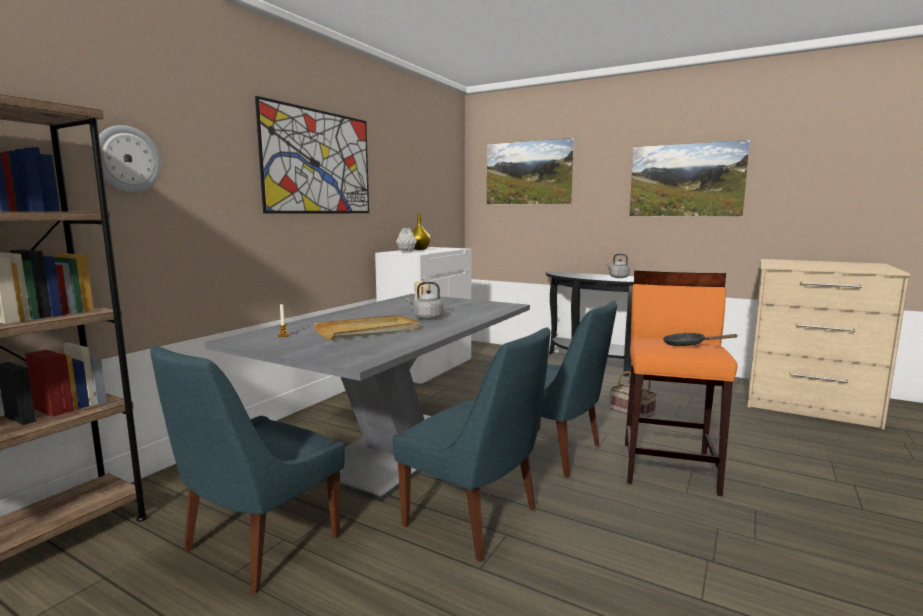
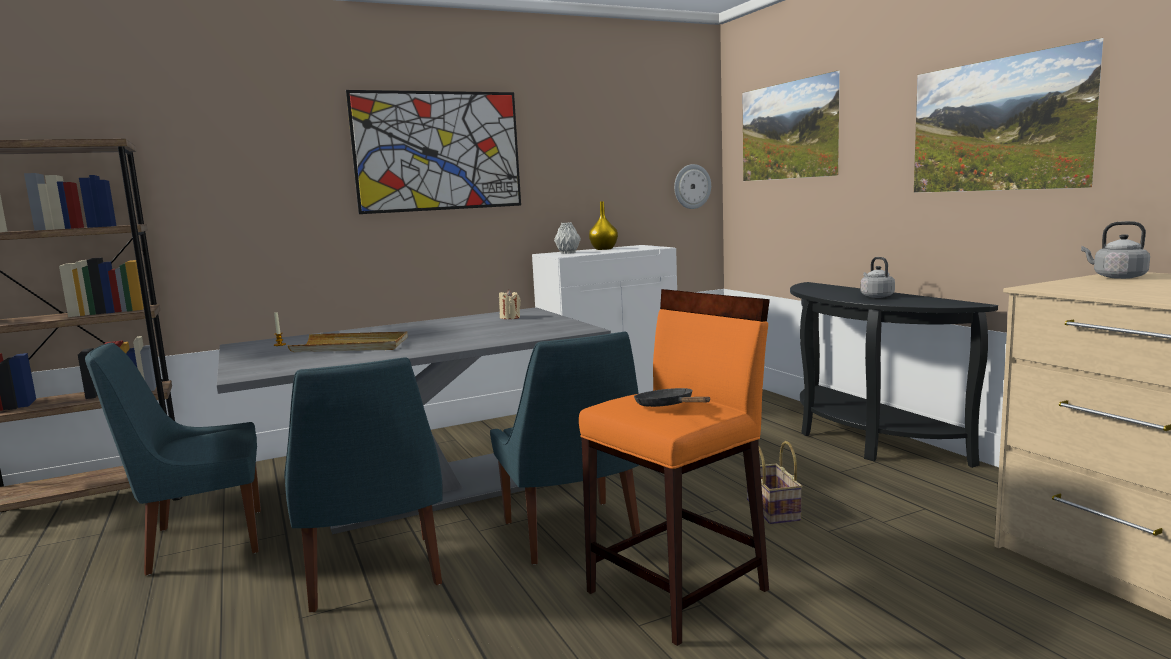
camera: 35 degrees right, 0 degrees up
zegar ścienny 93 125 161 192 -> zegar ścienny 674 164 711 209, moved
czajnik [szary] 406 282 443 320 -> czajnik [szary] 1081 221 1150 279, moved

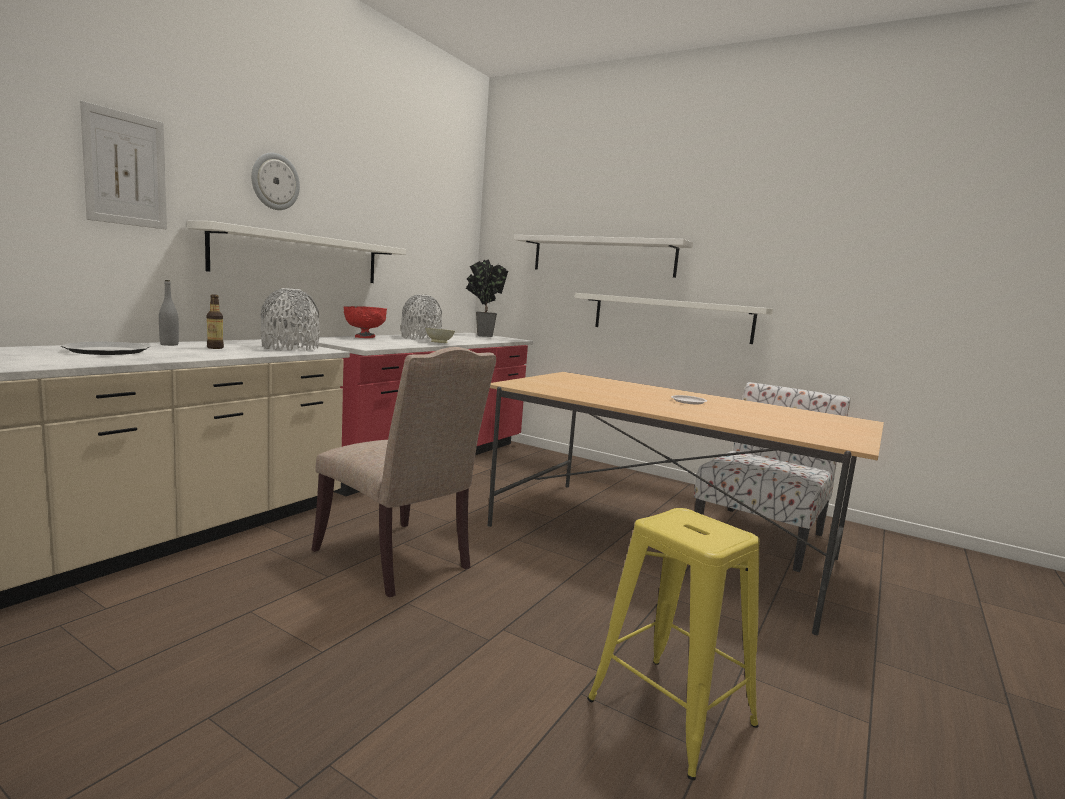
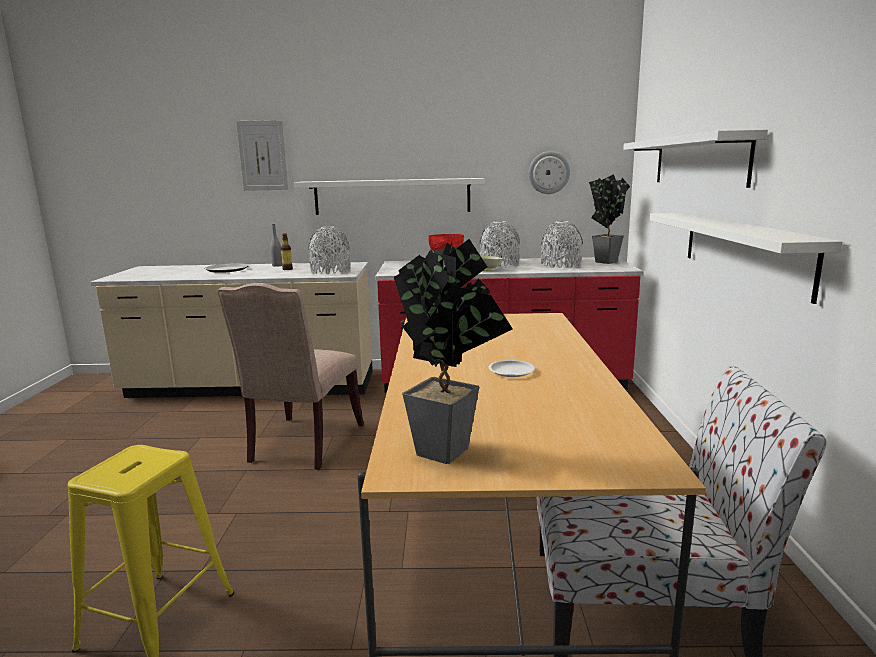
camera: 60 degrees right, 5 degrees up
zegar ścienny 251 153 300 210 -> zegar ścienny 529 151 570 194, moved
none -> roślina doniczkowa 394 239 513 464
none -> wazon [szary] 540 221 583 268

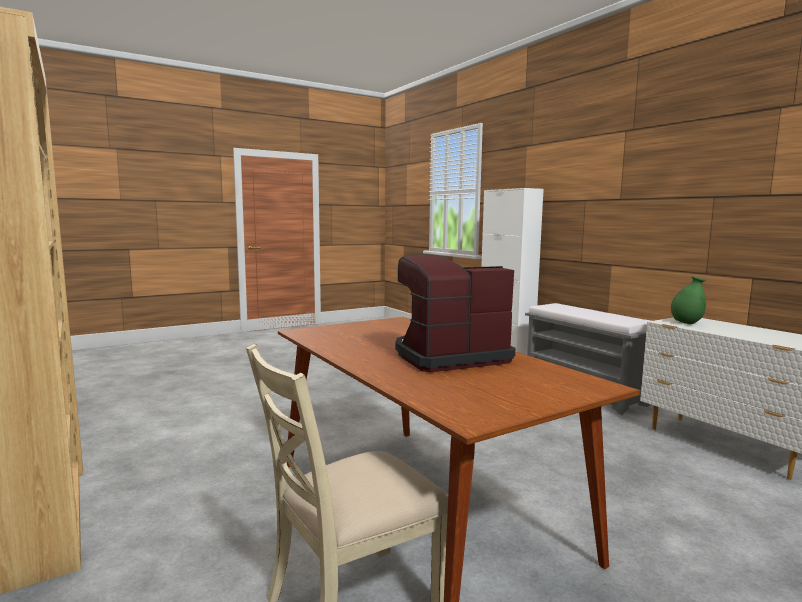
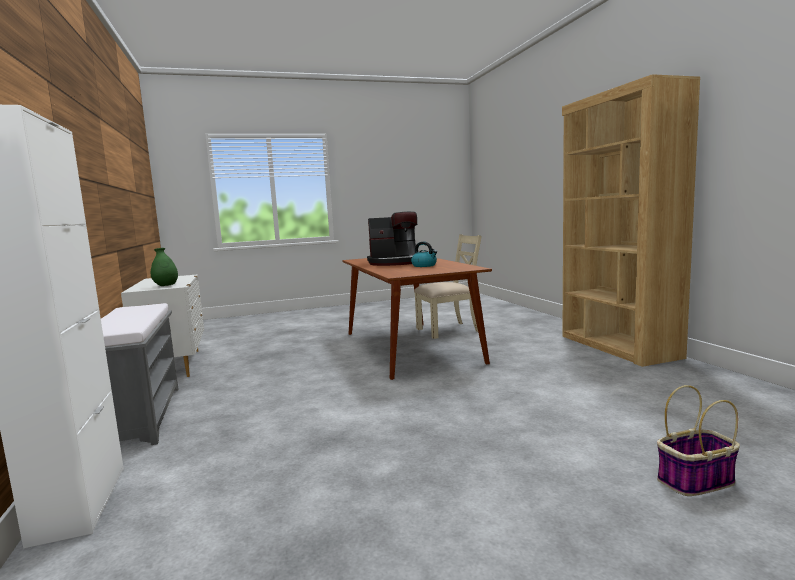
camera: 165 degrees left, 0 degrees up
none -> czajnik 411 242 437 267
none -> koszyk 657 385 740 496

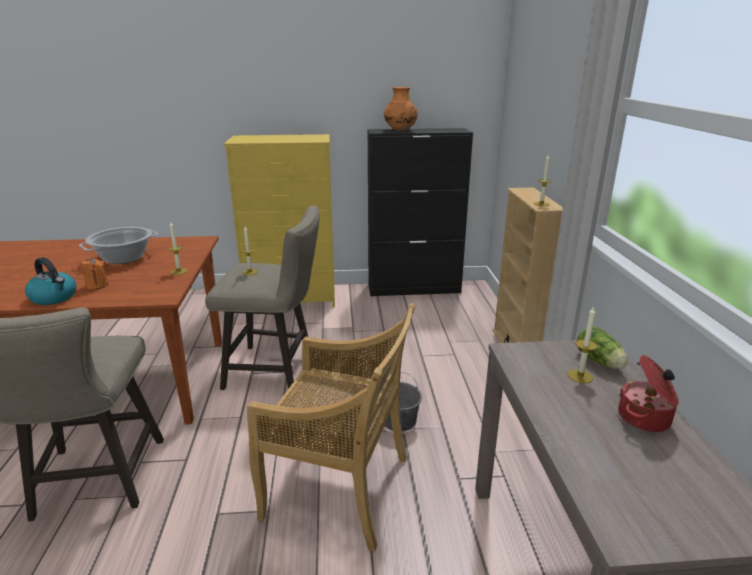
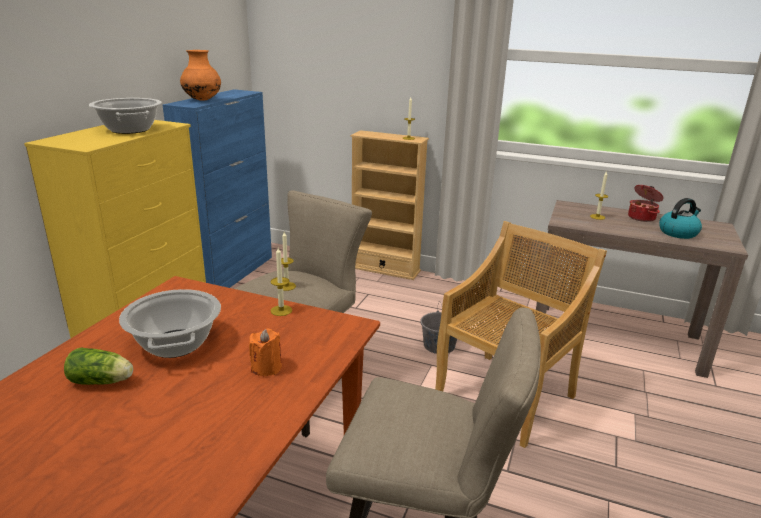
camera: 65 degrees left, 0 degrees up
czajnik 25 257 76 305 -> czajnik 659 198 702 239, moved
szafka [czarny] 367 128 473 296 -> szafka [niebieski] 163 89 272 288
sałata 577 327 628 369 -> sałata 64 348 133 385, moved
none -> garnek 89 98 162 134

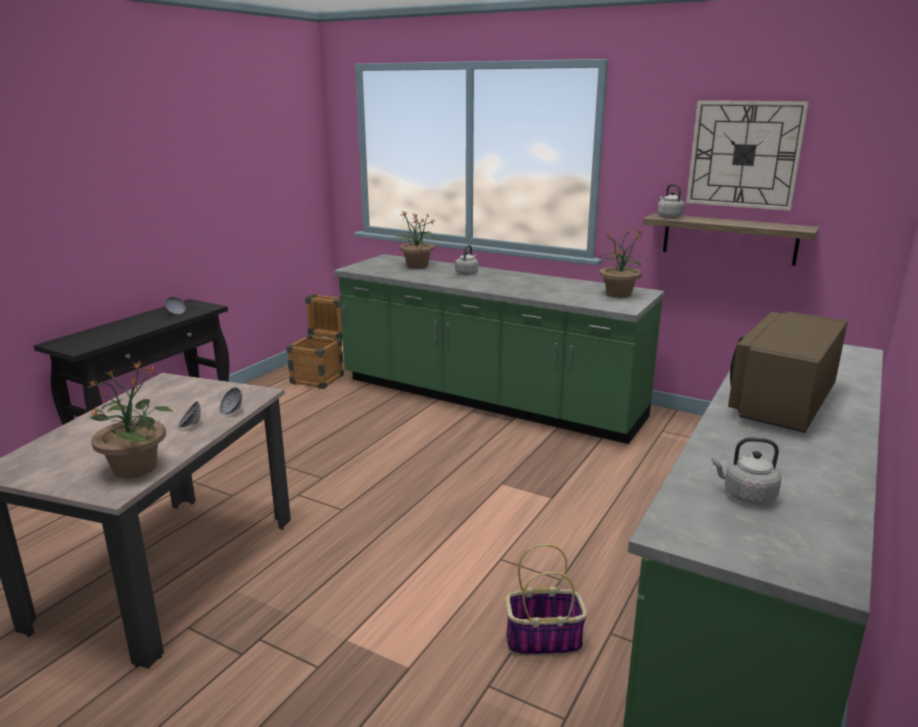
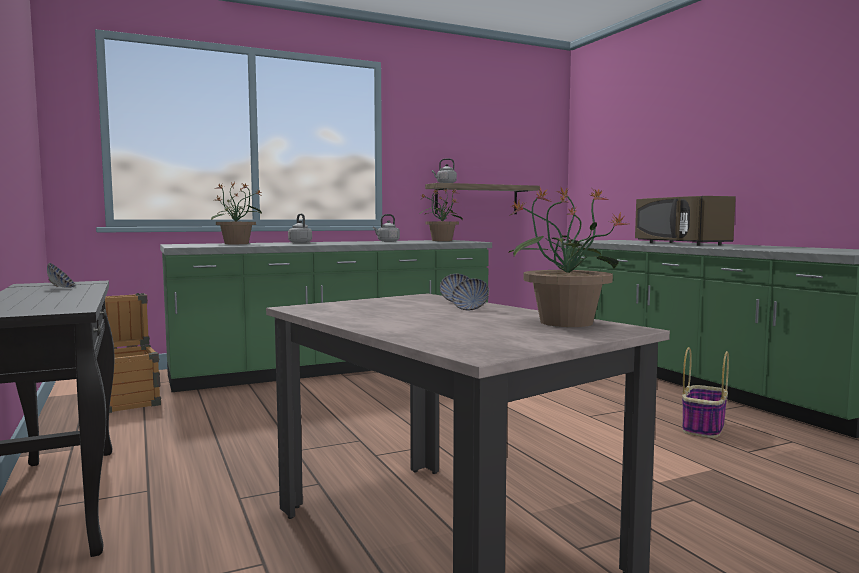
camera: 55 degrees left, 15 degrees down
zegar ścienny 686 100 809 211 -> none
czajnik [szary] 712 437 781 504 -> czajnik [szary] 373 214 400 242, moved

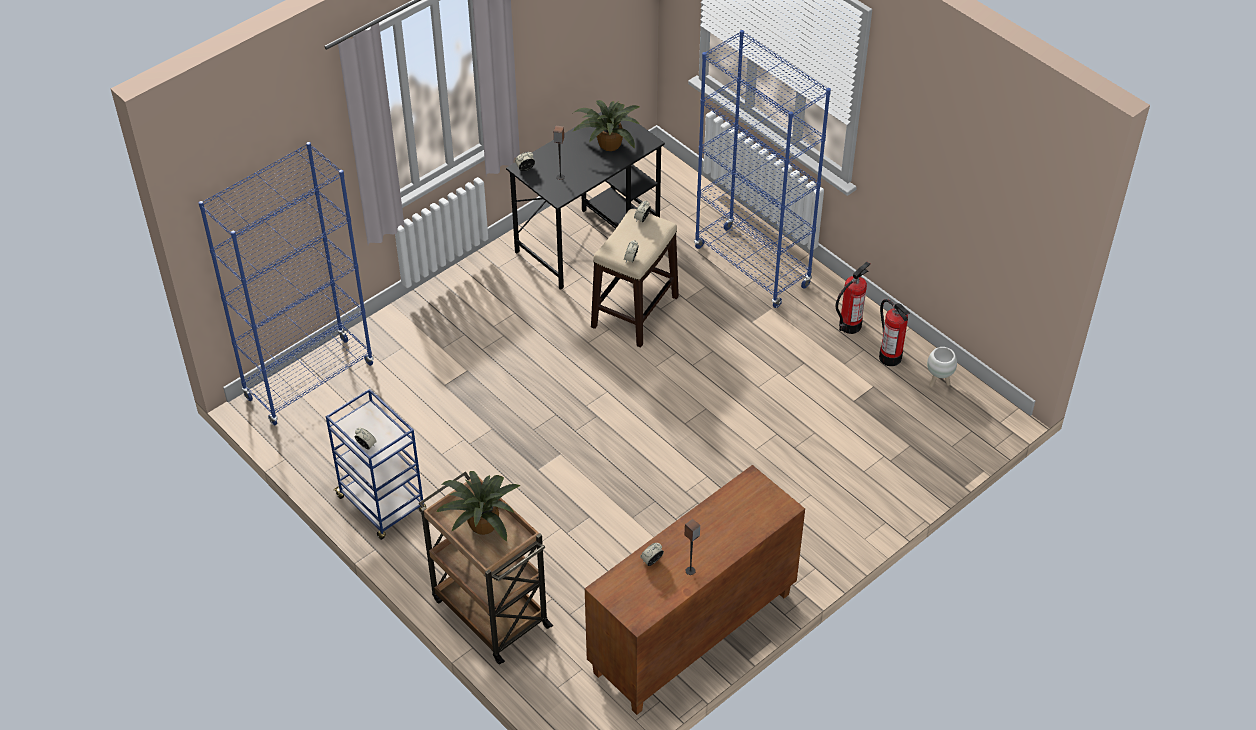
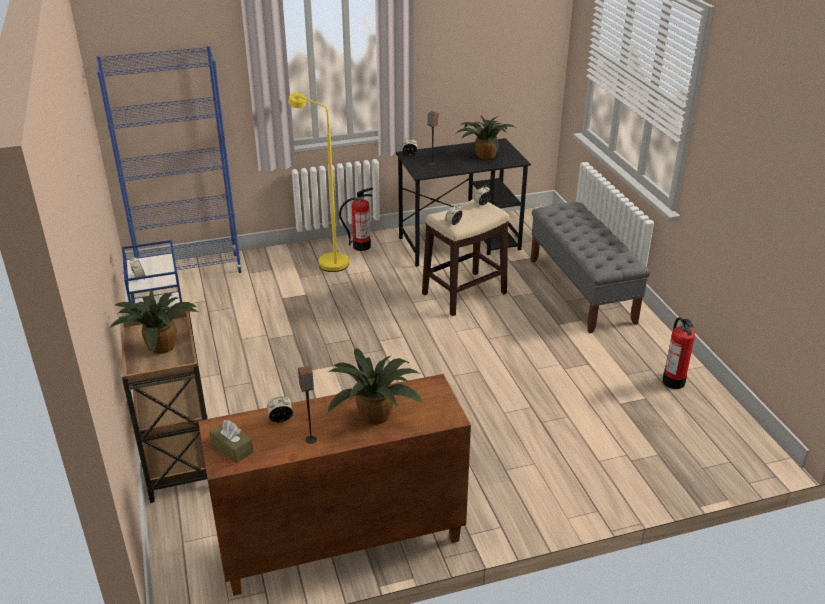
camera: 25 degrees right, 15 degrees down
regał [niebieski] 694 30 831 308 -> ławka [szary] 531 202 650 333
gaśnica 835 262 870 334 -> gaśnica 339 187 373 251, moved
donica [biały] 927 347 957 387 -> none
none -> pudełko chusteczek [brązowy] 209 420 253 463
none -> lampa stojąca [żółty] 288 93 349 272
none -> roślina doniczkowa 328 348 423 425

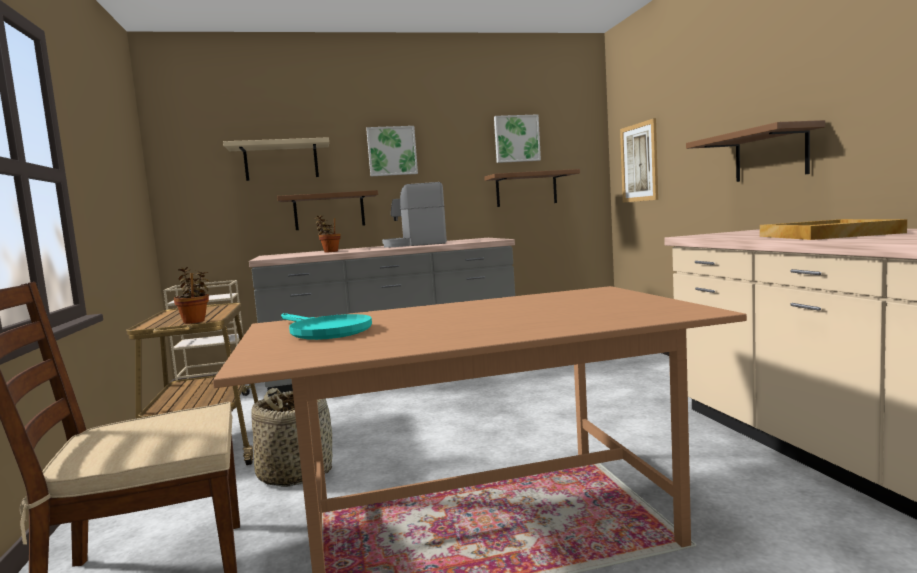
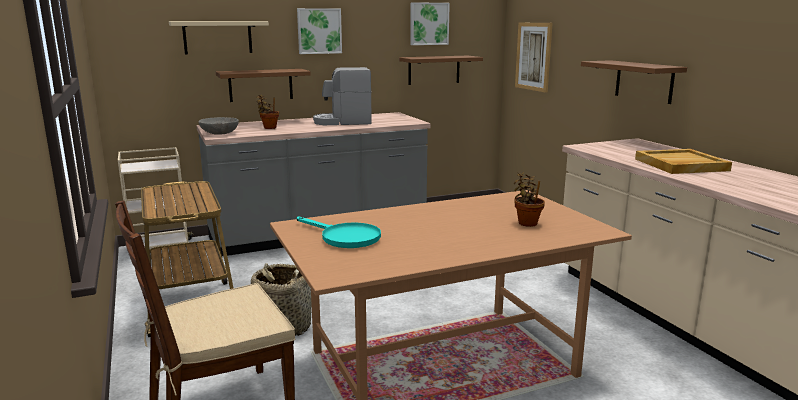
camera: 10 degrees left, 10 degrees up
roślina doniczkowa 174 267 209 324 -> roślina doniczkowa 514 172 545 227, moved
none -> miska [szary] 198 117 239 135

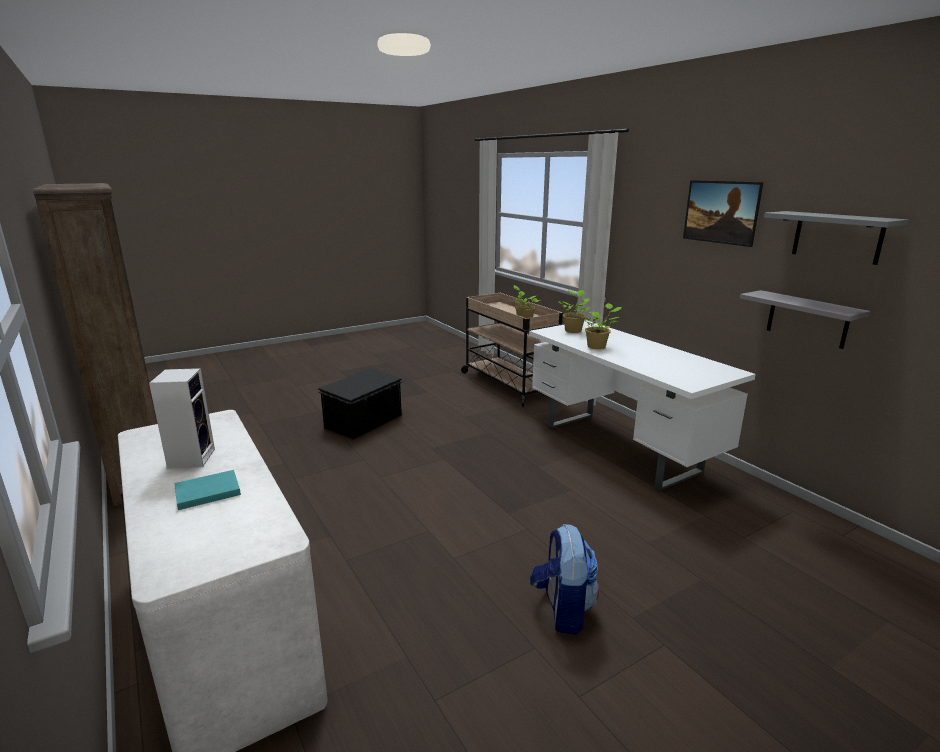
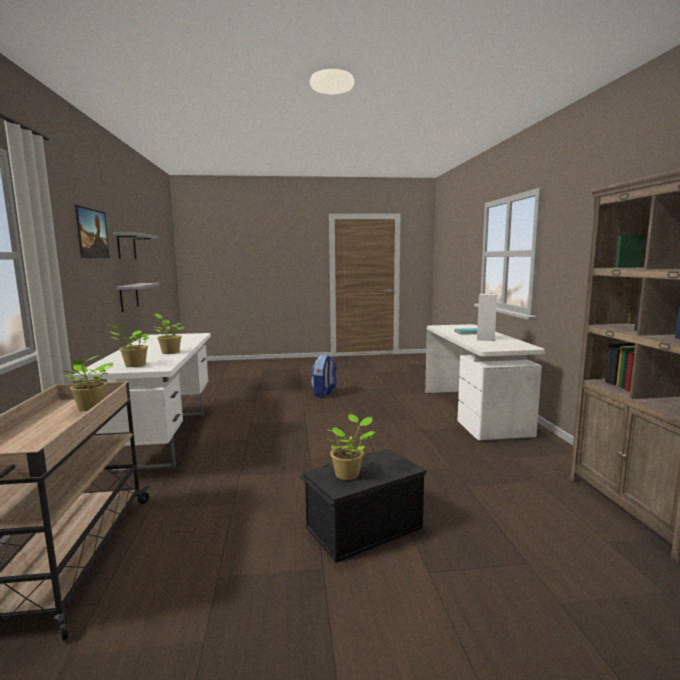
camera: 155 degrees left, 10 degrees down
none -> roślina doniczkowa 328 414 375 480

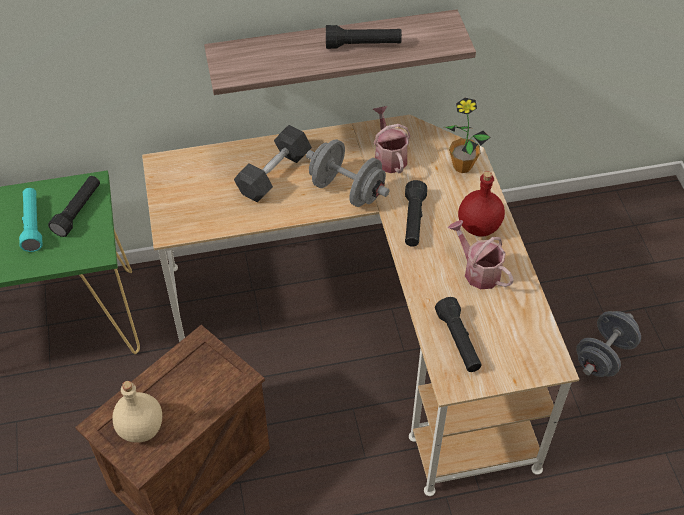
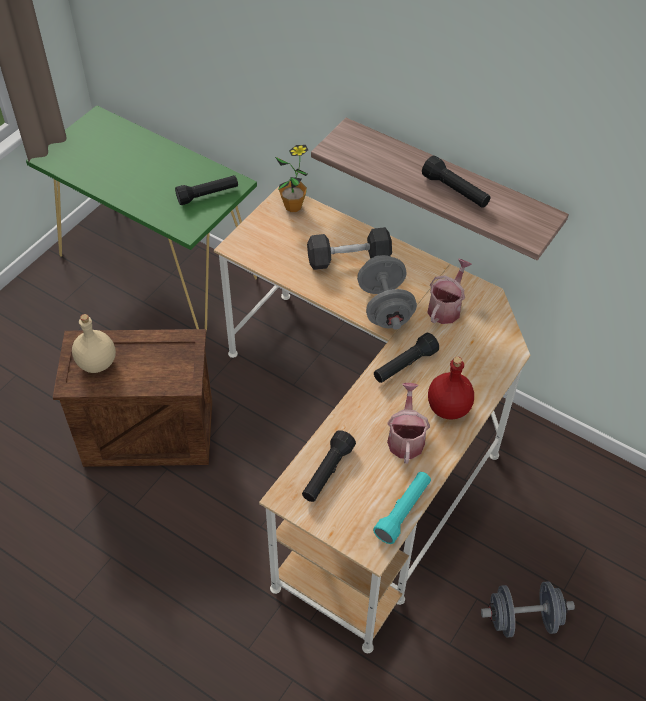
camera: 45 degrees right, 0 degrees up
latarka [turkusowy] 19 188 43 252 -> latarka [turkusowy] 373 472 431 544, moved
roślina doniczkowa 445 98 491 173 -> roślina doniczkowa 275 145 308 212, moved

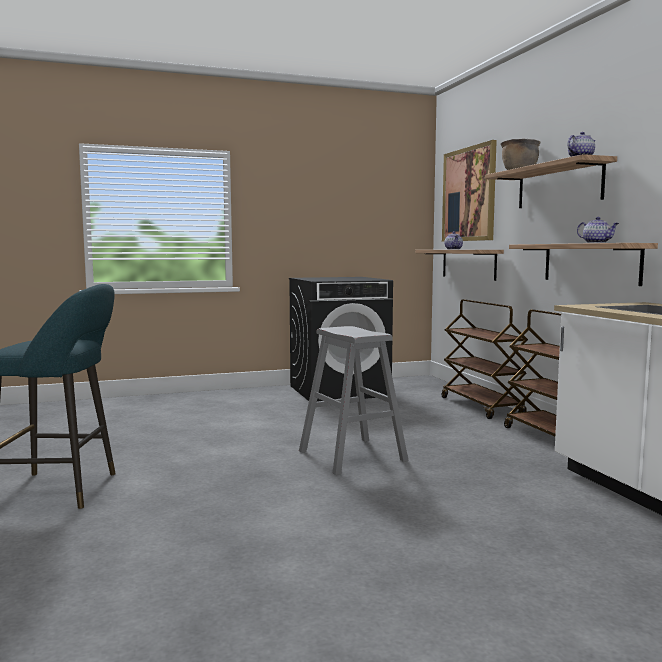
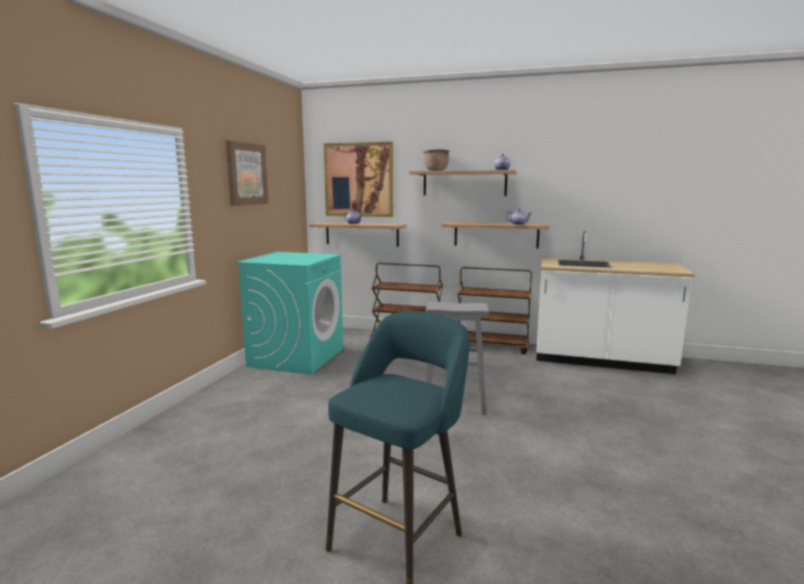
camera: 55 degrees left, 5 degrees up
pralka [czarny] 289 277 393 402 -> pralka [turkusowy] 236 252 343 375
none -> obraz 226 140 269 206

